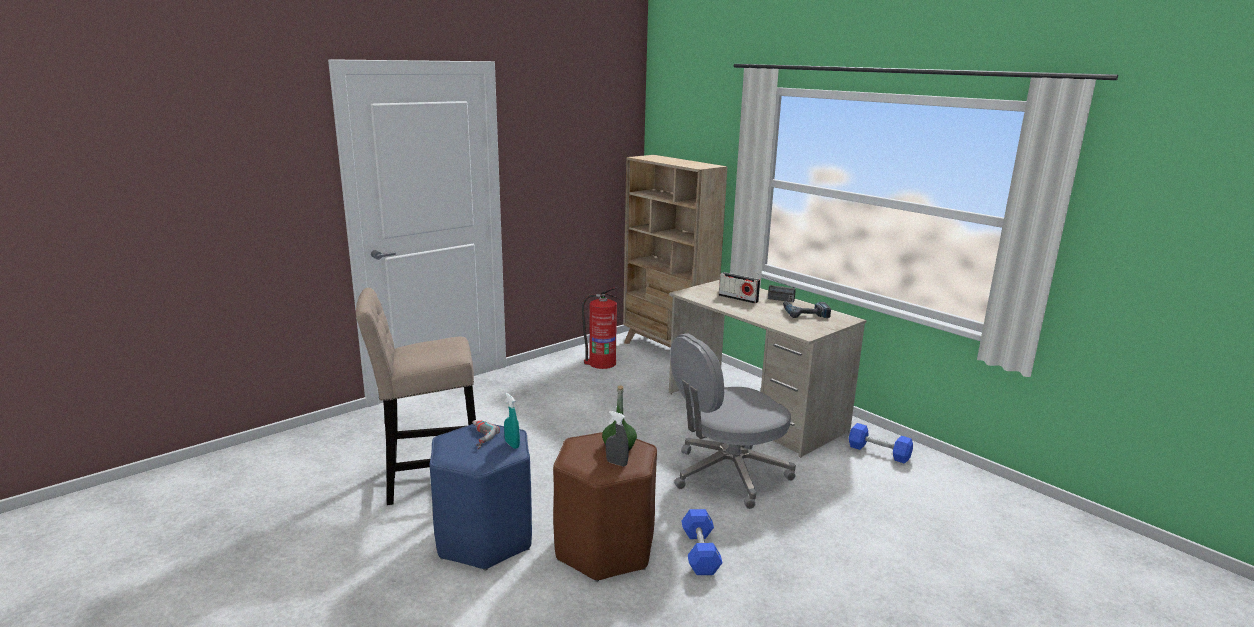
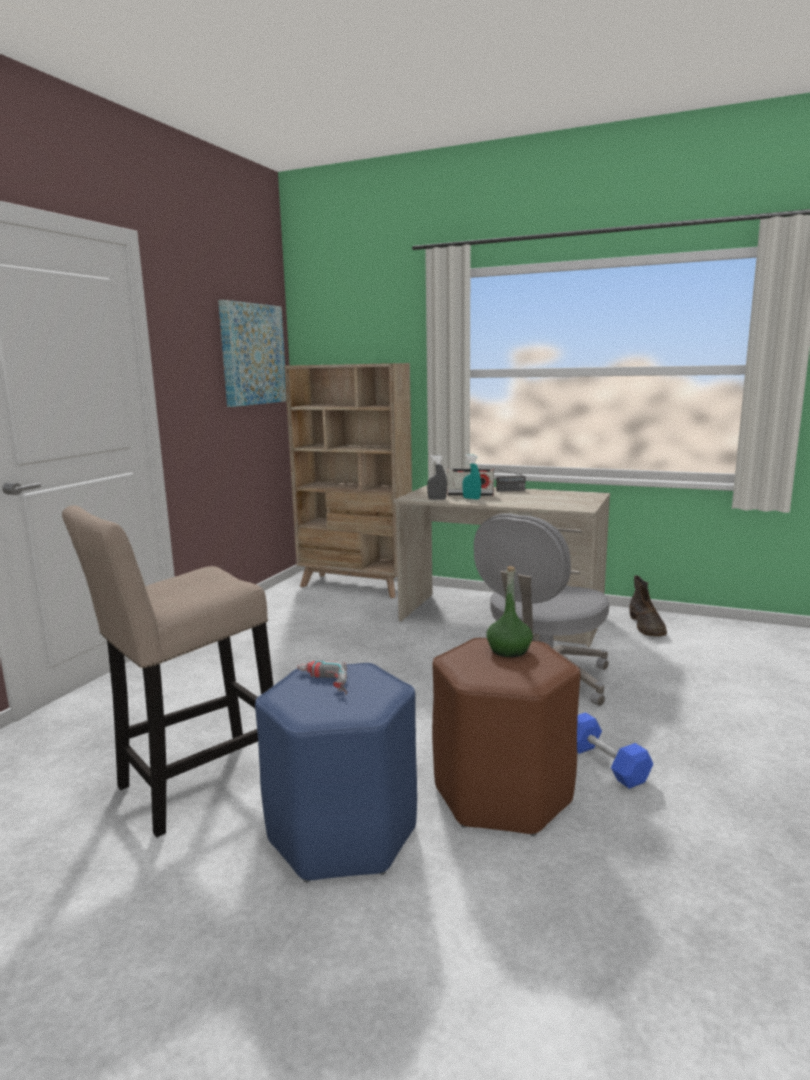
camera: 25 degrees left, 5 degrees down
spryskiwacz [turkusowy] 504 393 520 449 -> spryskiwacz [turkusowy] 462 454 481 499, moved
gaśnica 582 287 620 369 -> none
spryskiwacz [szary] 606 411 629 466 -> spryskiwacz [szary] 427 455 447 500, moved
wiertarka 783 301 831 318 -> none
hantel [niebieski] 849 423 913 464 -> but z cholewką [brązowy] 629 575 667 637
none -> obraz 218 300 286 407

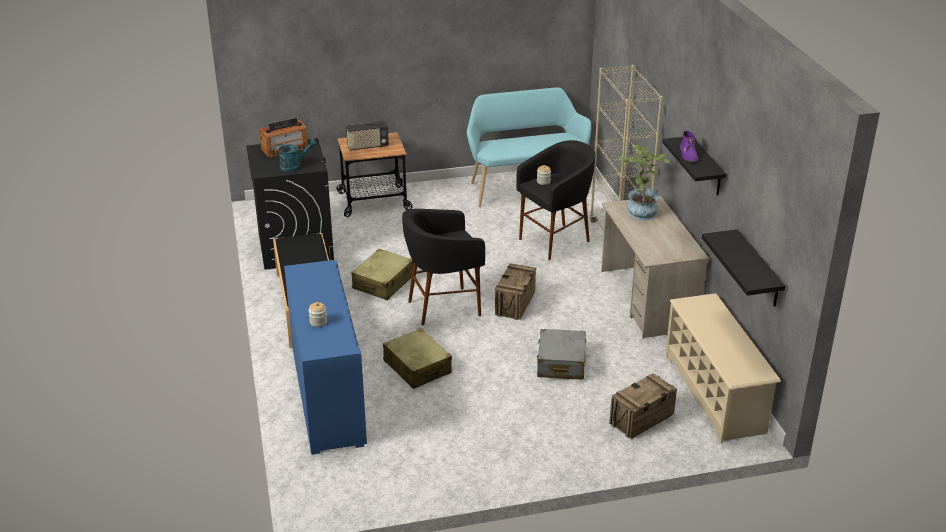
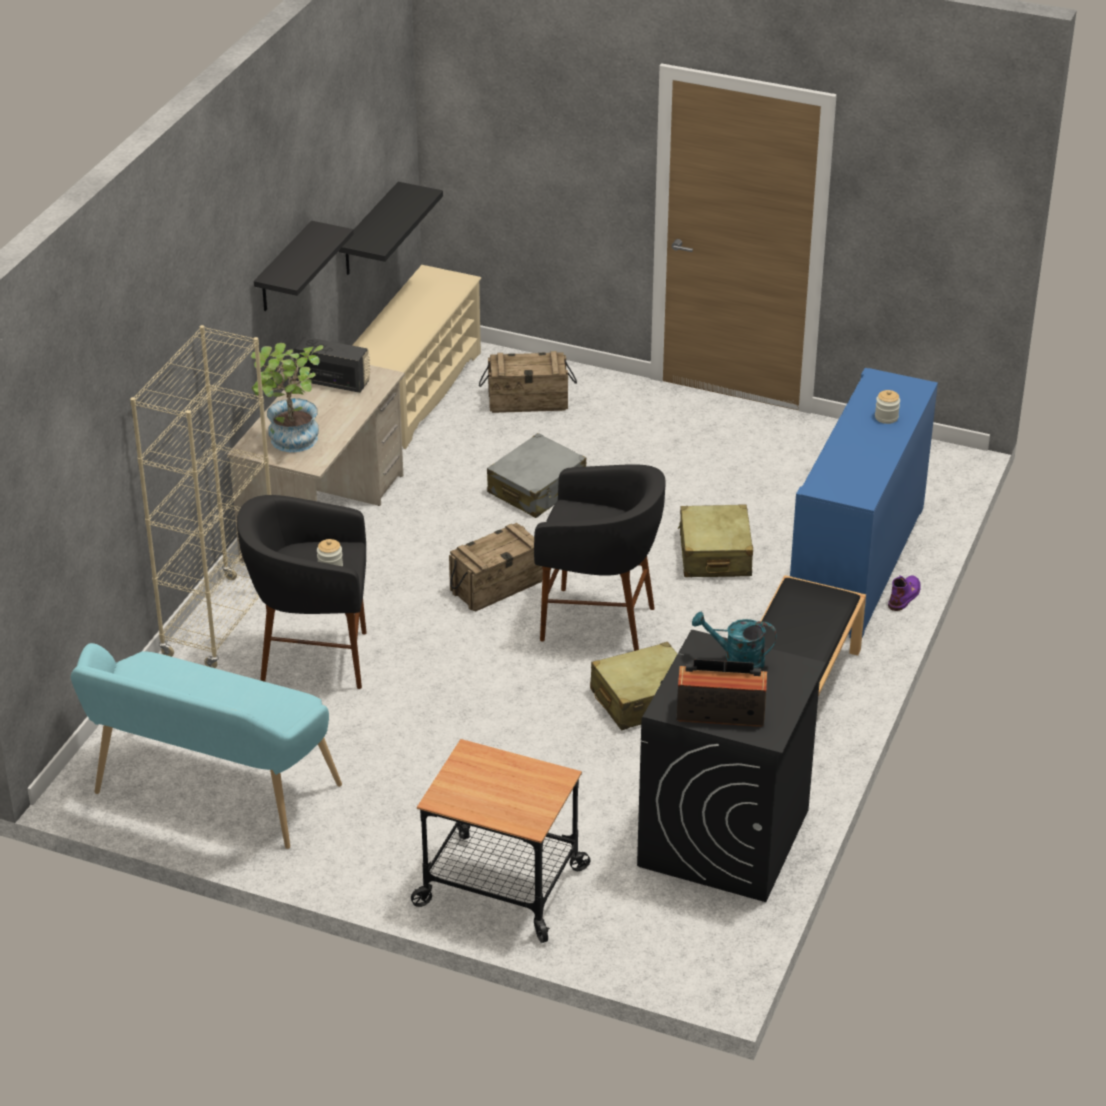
camera: 145 degrees left, 5 degrees up
radio 346 121 389 151 -> radio 293 337 370 393, moved
but z cholewką [fioletowy] 680 131 699 162 -> but z cholewką [fioletowy] 888 575 921 611, moved

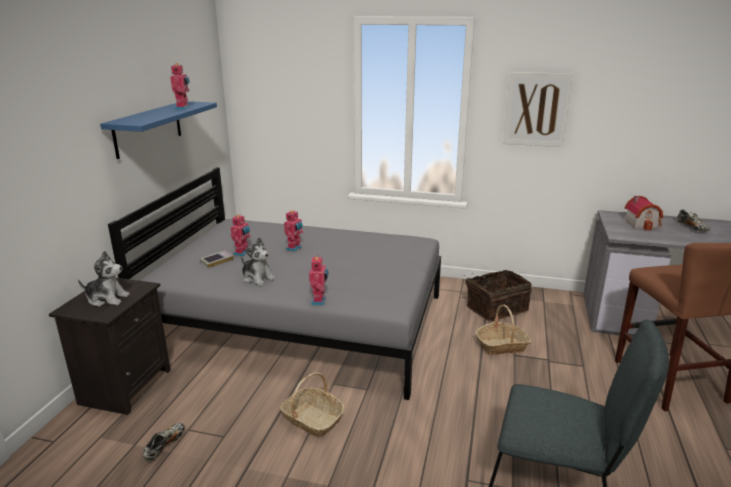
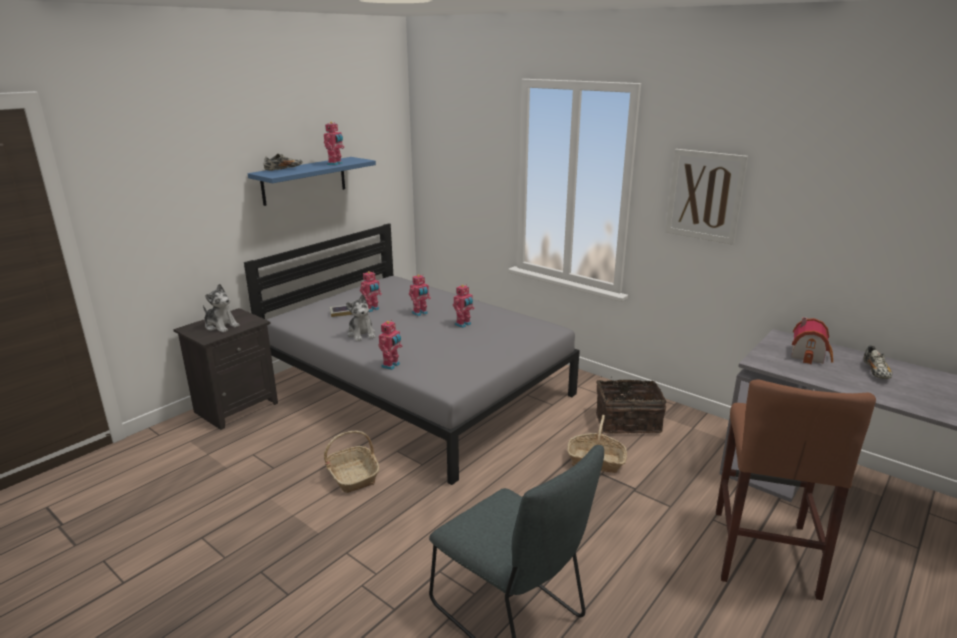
camera: 25 degrees right, 0 degrees up
but 143 423 185 461 -> but 264 154 302 171, moved
none -> robot zabawkowy 453 284 474 328

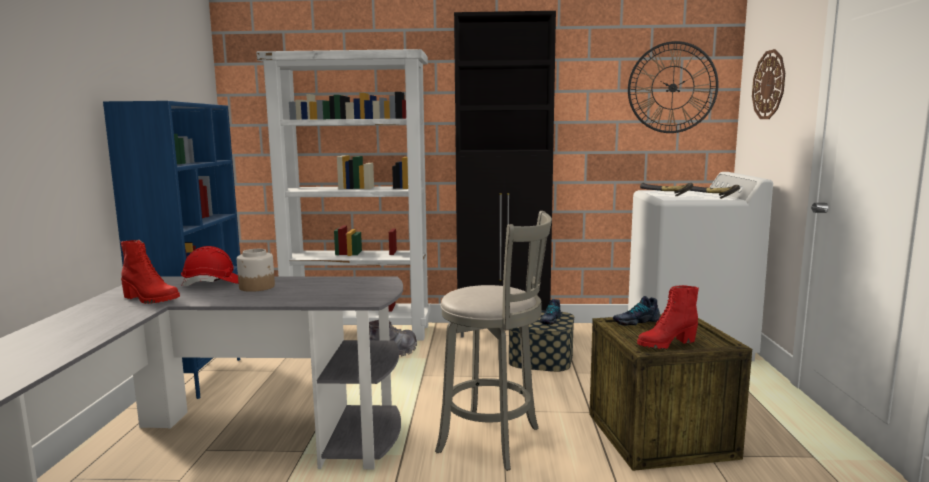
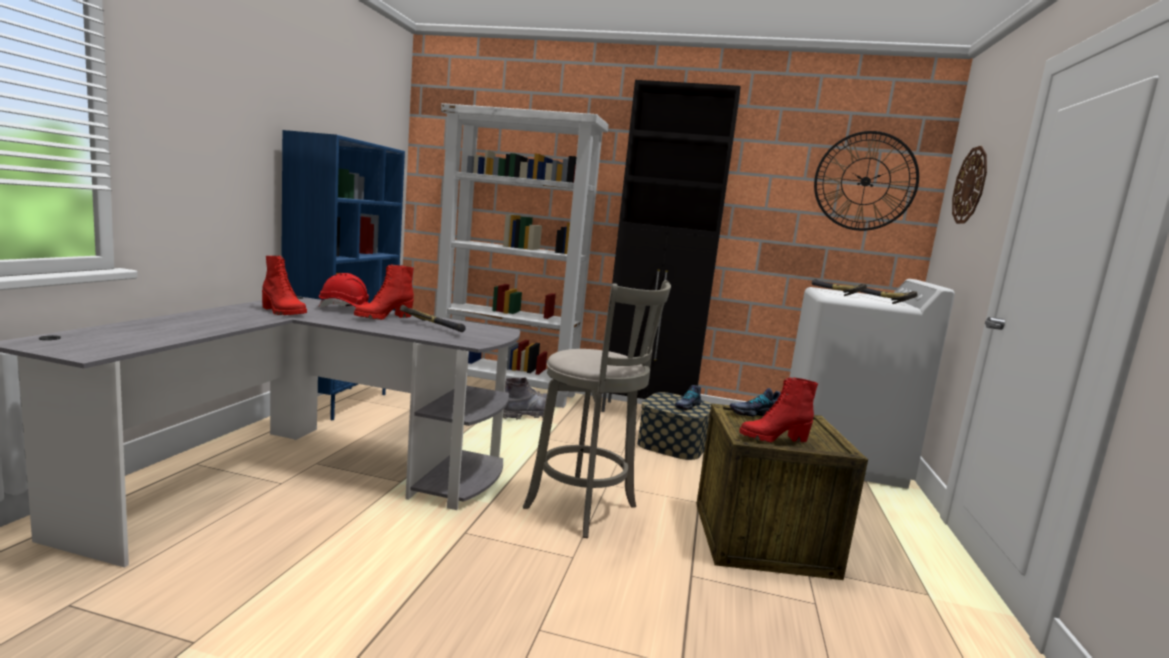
camera: 10 degrees right, 0 degrees up
słoik 237 249 275 292 -> but z cholewką [czerwony] 354 264 414 320
none -> młotek 400 305 466 332

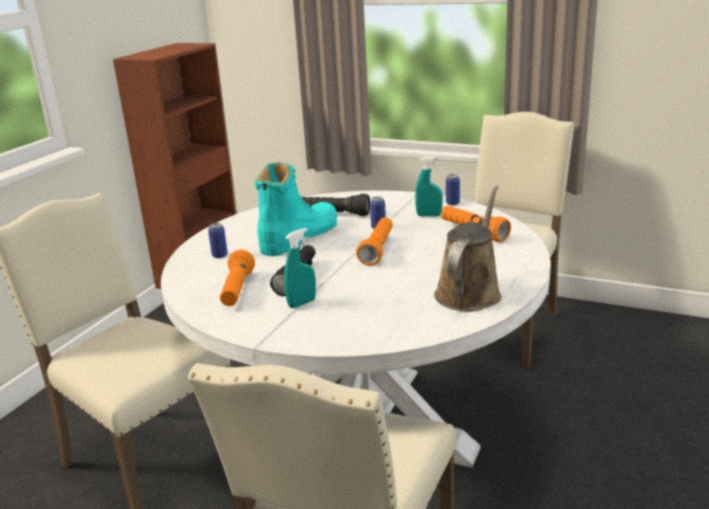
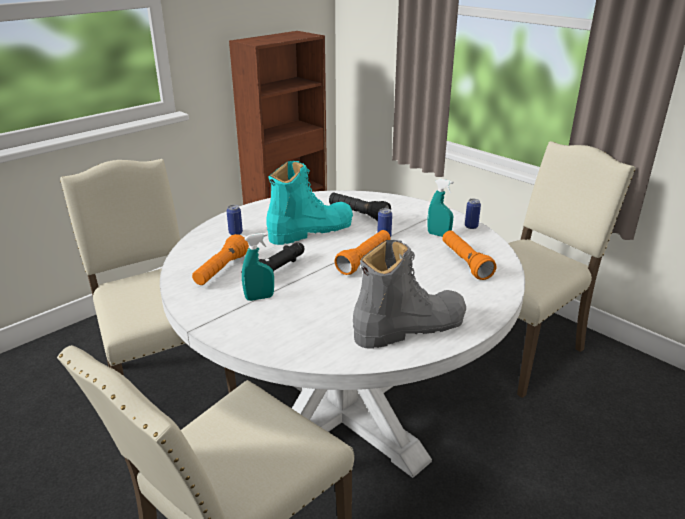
camera: 20 degrees right, 5 degrees up
konewka [brązowy] 434 186 502 311 -> but z cholewką [szary] 353 240 466 349

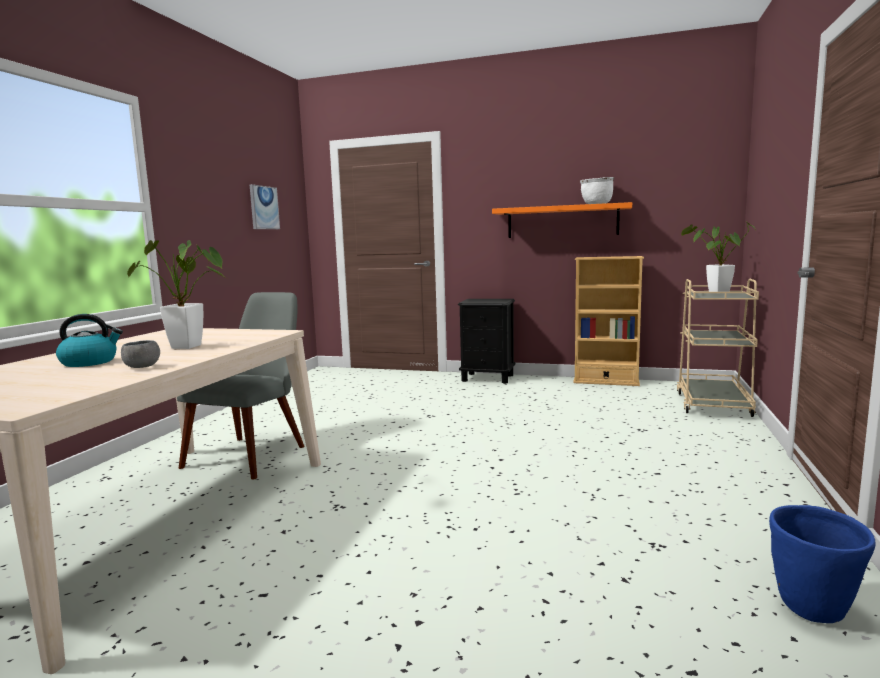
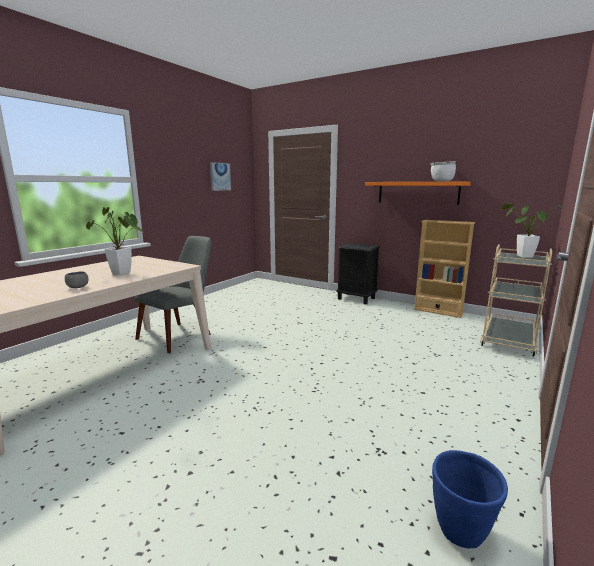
camera: 15 degrees right, 5 degrees up
czajnik 56 314 123 367 -> none

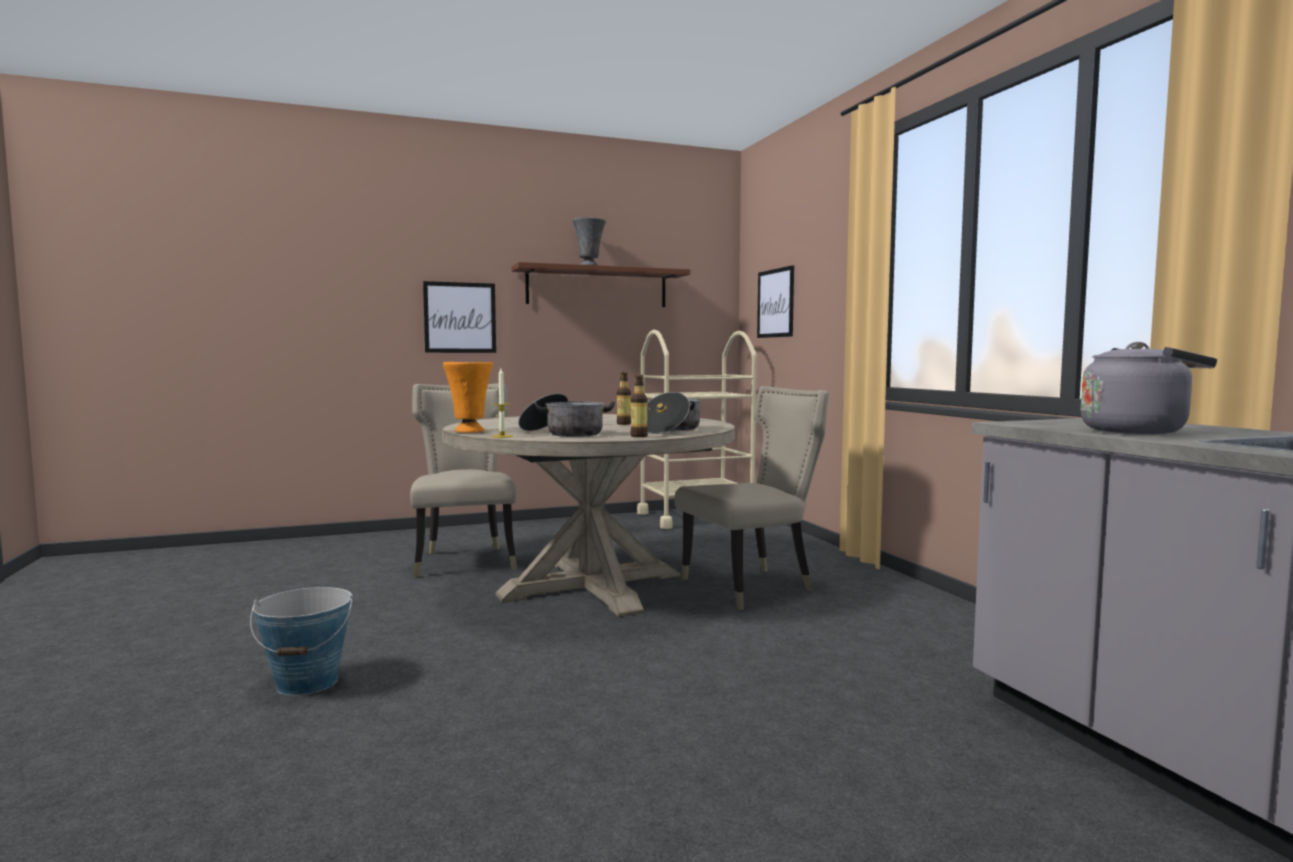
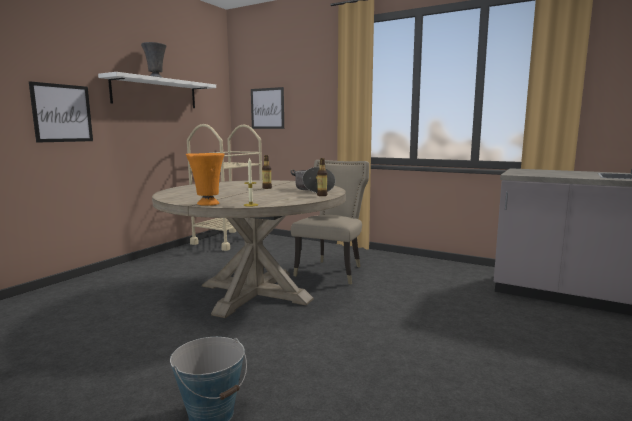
camera: 40 degrees left, 5 degrees up
krzesło [beżowy] 410 383 517 577 -> none
półka [brązowy] 512 262 690 307 -> półka [biały] 98 72 216 108
garnek 518 393 615 437 -> none
czajnik [szary] 1081 342 1217 434 -> none

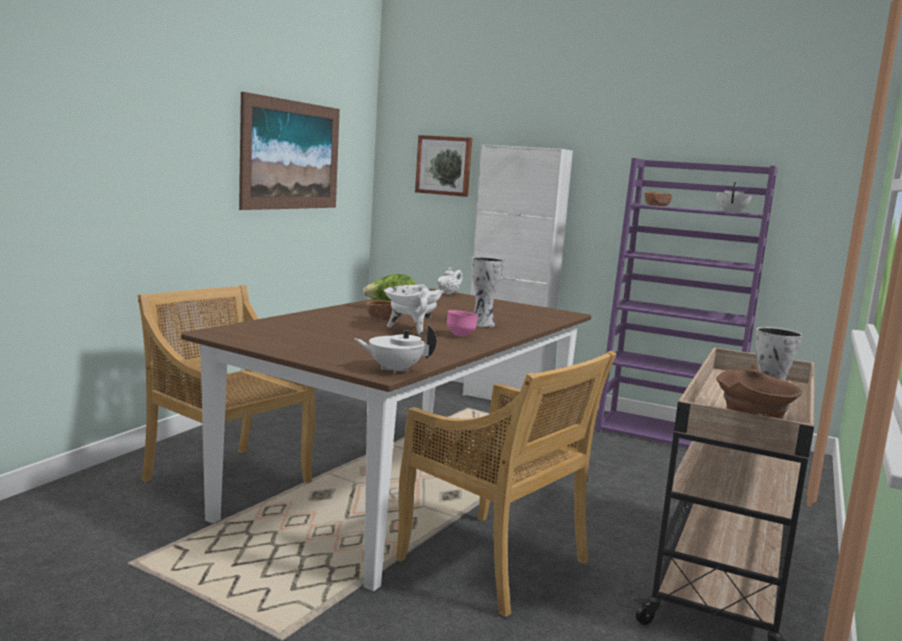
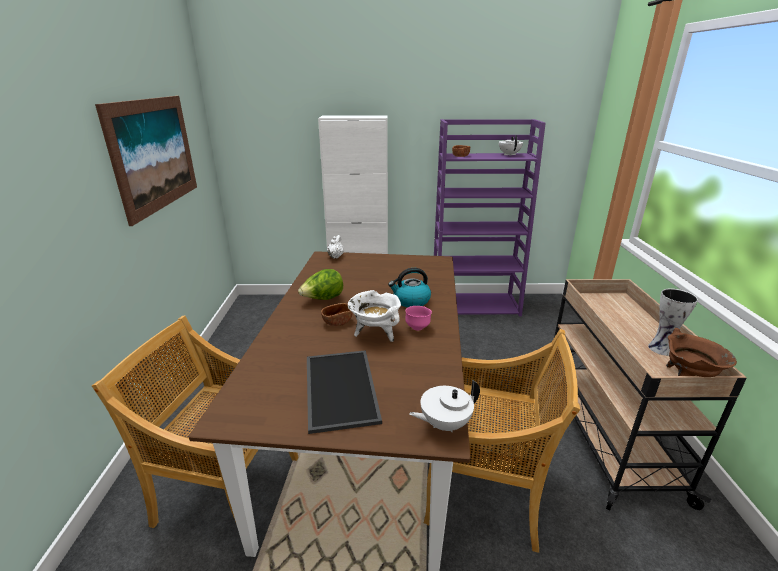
camera: 25 degrees left, 15 degrees up
obraz 415 135 472 197 -> none
wazon 471 257 504 327 -> czajnik 388 268 431 307
none -> taca 307 350 382 434

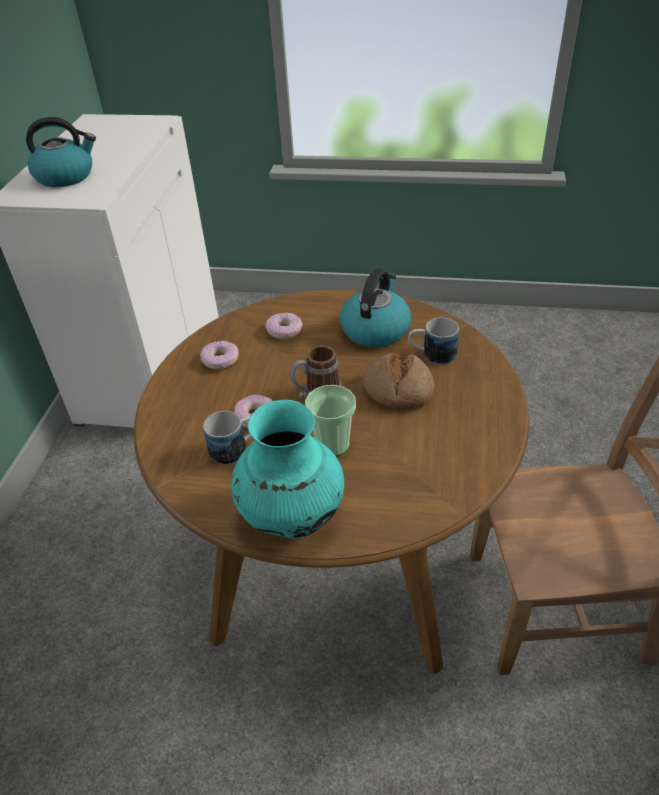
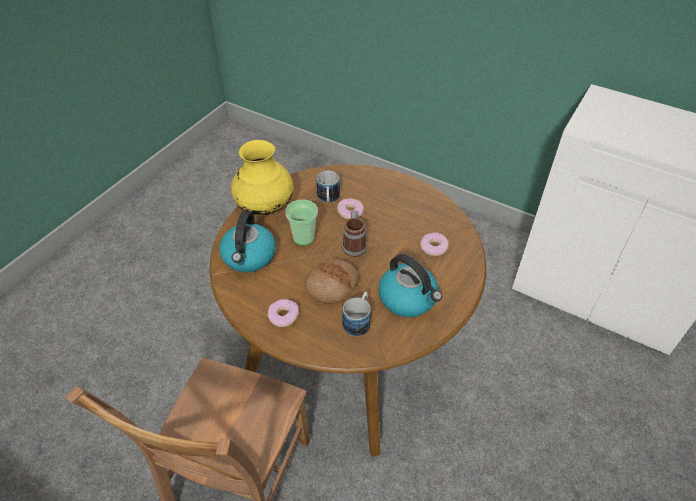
camera: 110 degrees right, 5 degrees up
czajnik 26 117 96 187 -> czajnik 219 211 276 272, moved
donut 200 340 239 369 -> donut 268 299 299 327, moved
wazon [turkusowy] 231 400 344 539 -> wazon [żółty] 231 140 293 216

